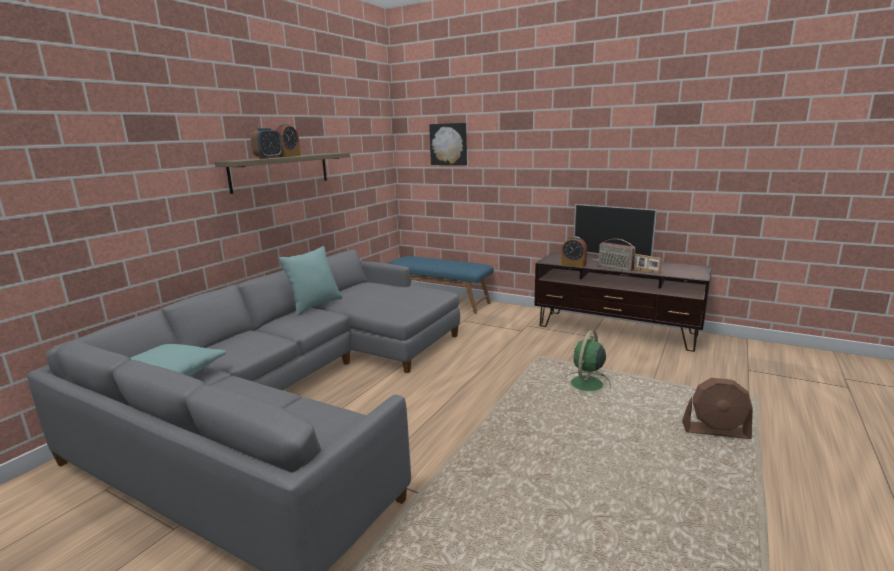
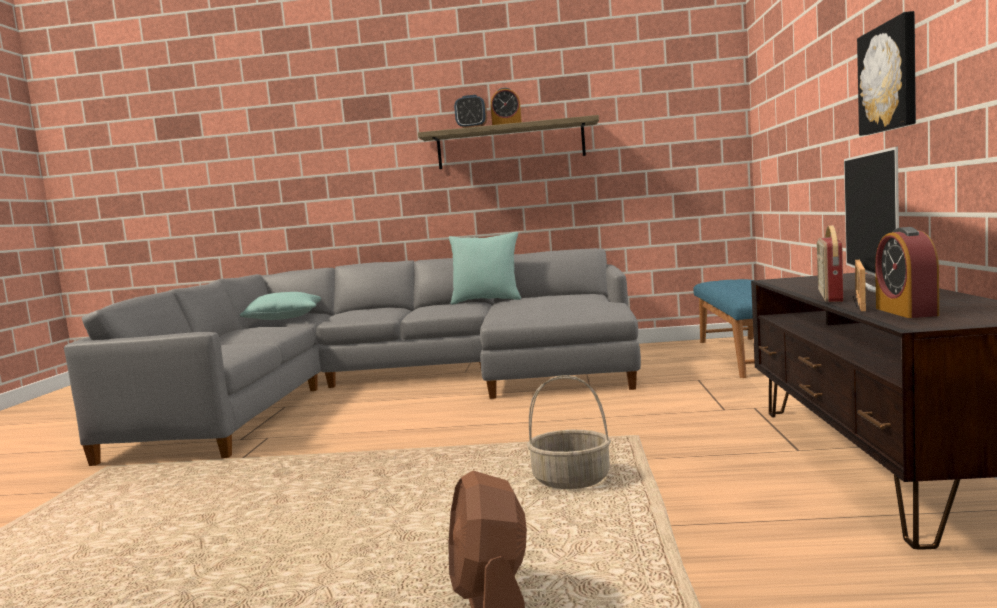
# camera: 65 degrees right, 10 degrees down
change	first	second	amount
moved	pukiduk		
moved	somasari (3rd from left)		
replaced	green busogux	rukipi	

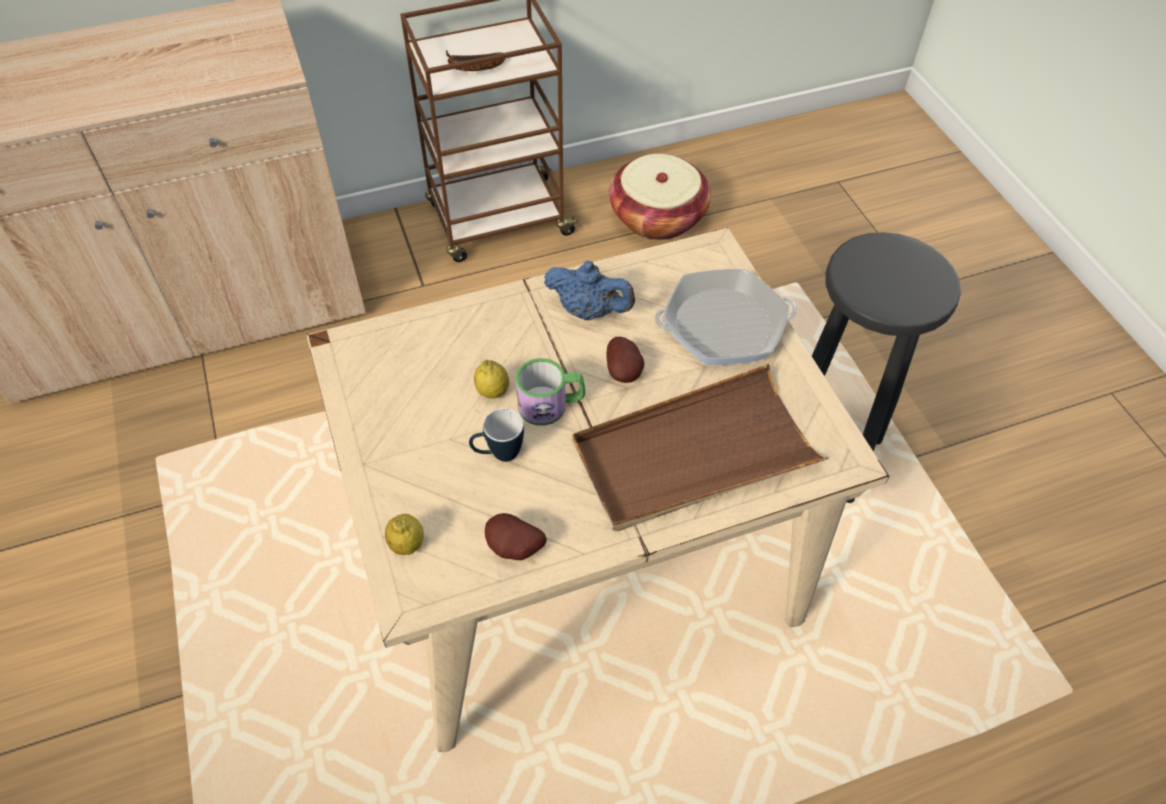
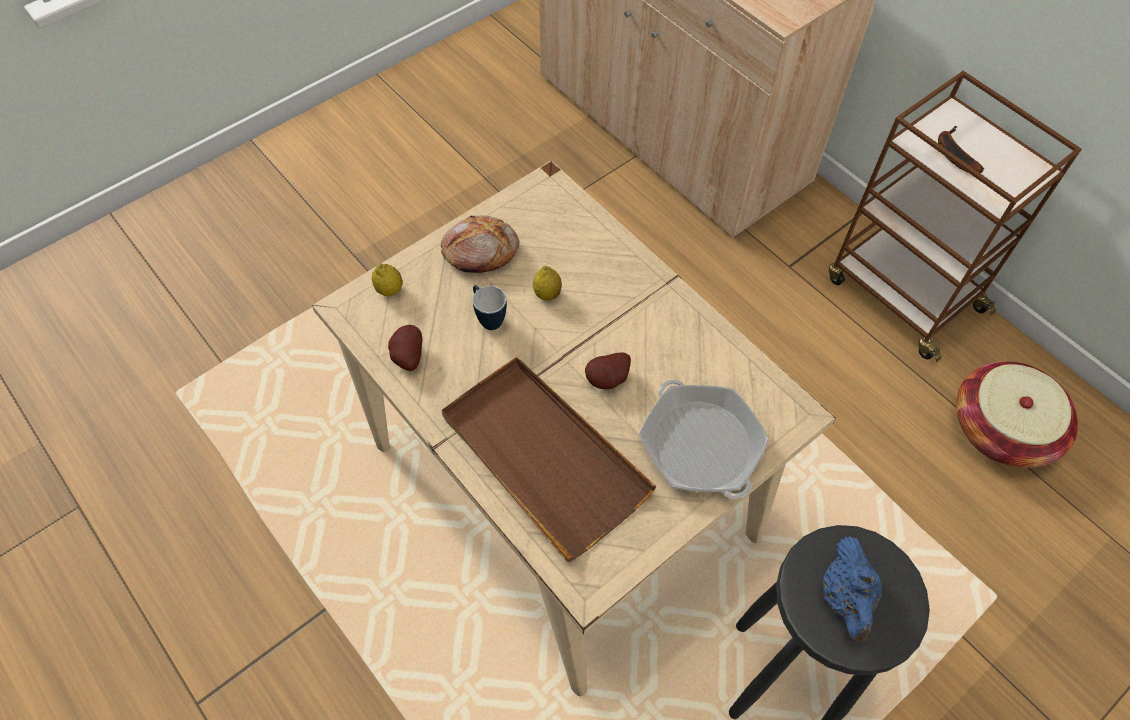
# camera: 70 degrees right, 5 degrees up
change	first	second	amount
removed	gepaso (2nd from left)		
moved	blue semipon		
added		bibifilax	

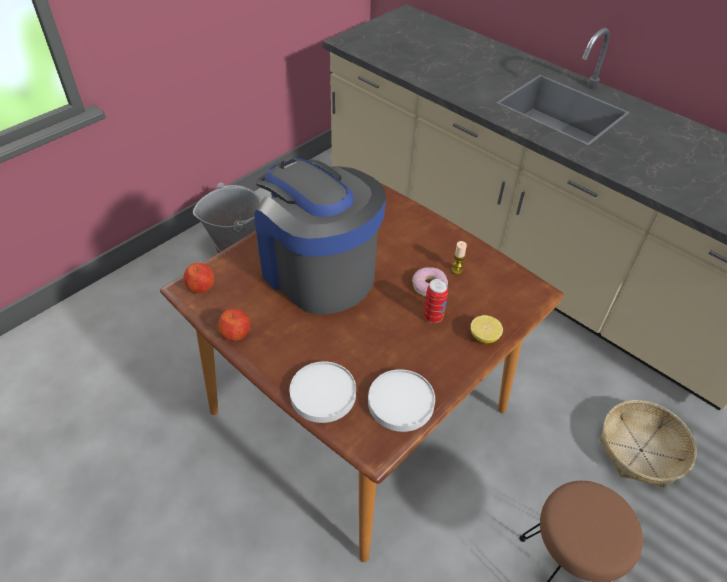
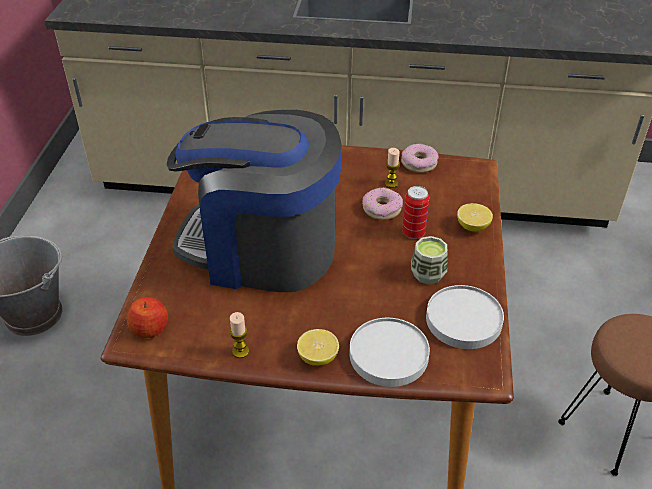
# camera: 35 degrees left, 5 degrees down
change	first	second	amount
replaced	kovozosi (2nd from left)	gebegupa (1st from left)	
removed	rukipi		
added		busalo (1st from left)	
added		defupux (2nd from left)	
added		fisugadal	

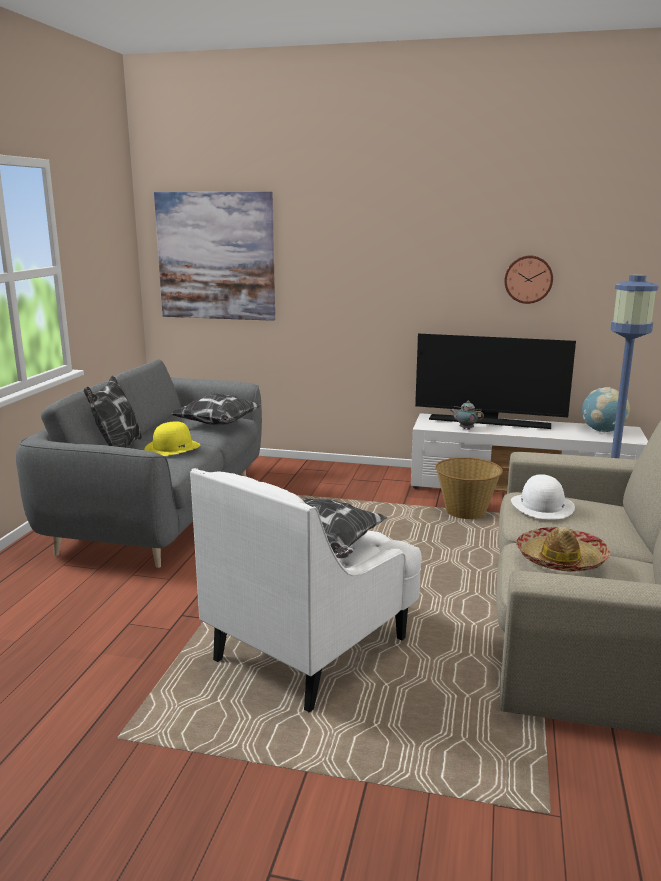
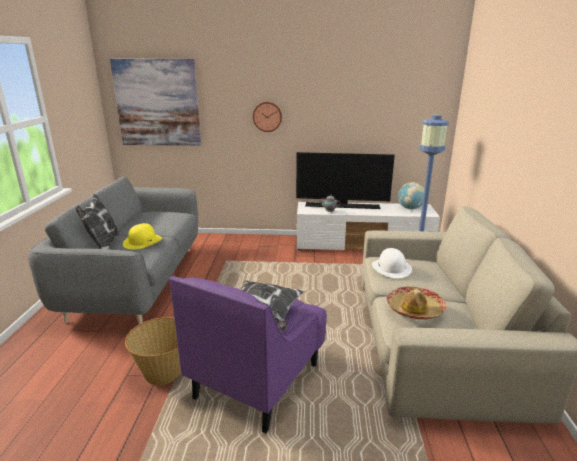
# camera: 10 degrees left, 5 degrees up
change	first	second	amount
removed	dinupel (2nd from left)		
recoloured	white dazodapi	purple dazodapi	
moved	rukipi		
moved	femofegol		

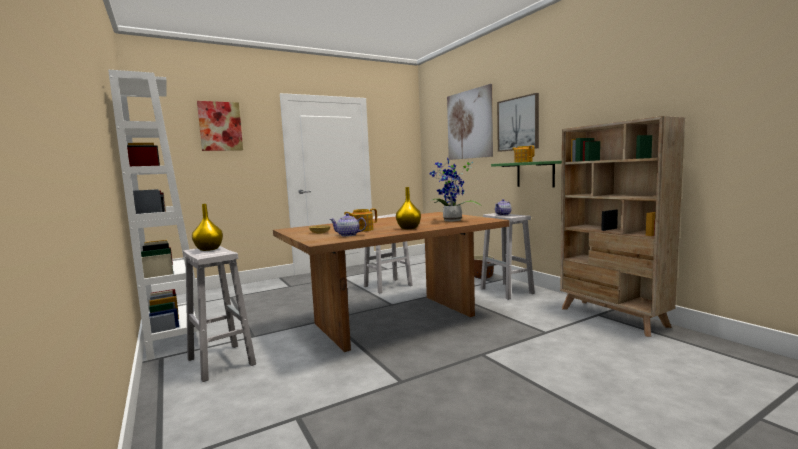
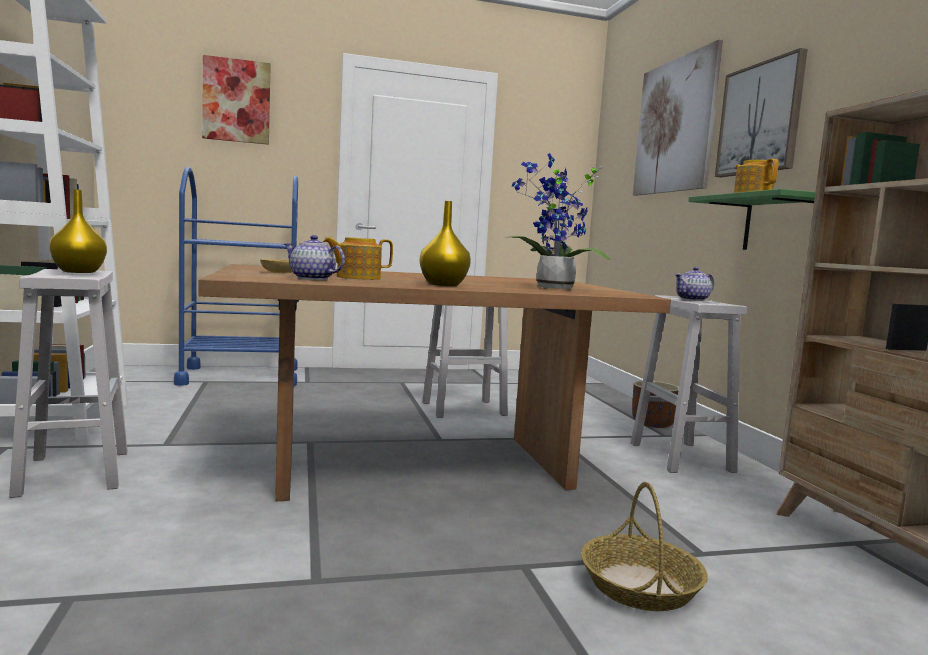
# camera: 15 degrees right, 0 degrees up
change	first	second	amount
added		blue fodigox	
added		rukipi	

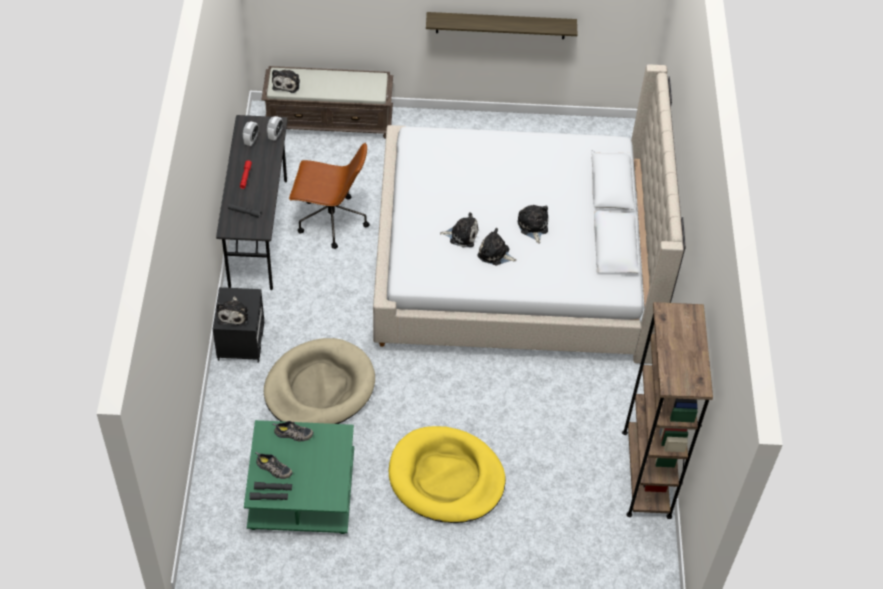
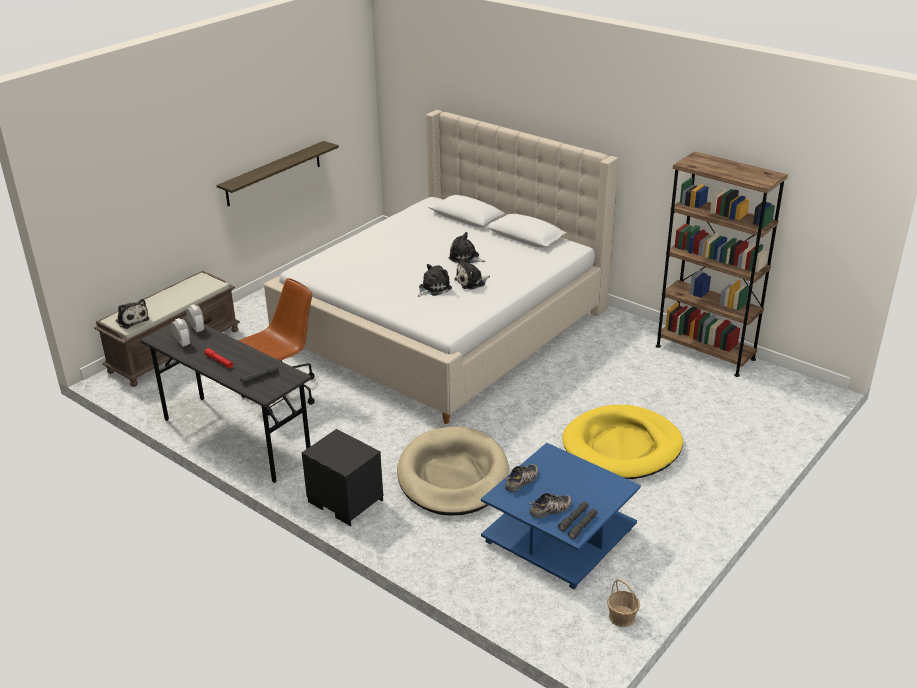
# camera: 50 degrees left, 20 degrees down
change	first	second	amount
removed	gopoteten (1st from left)		
recoloured	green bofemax	blue bofemax	
added		rukipi	

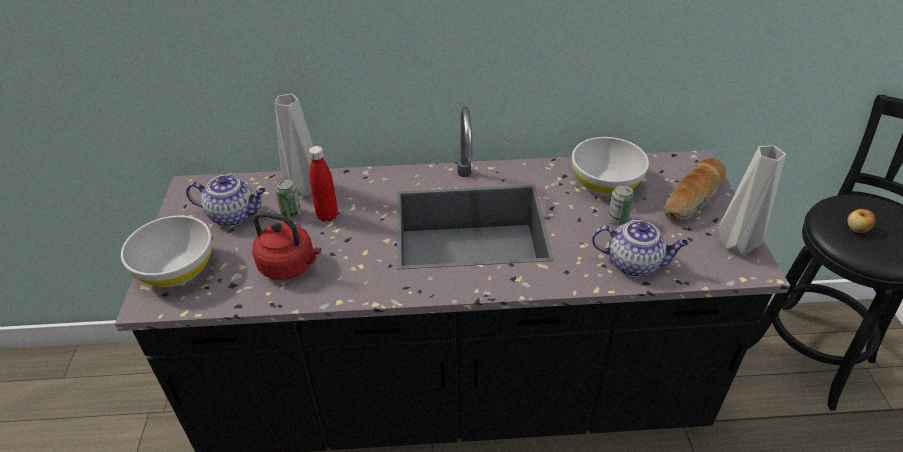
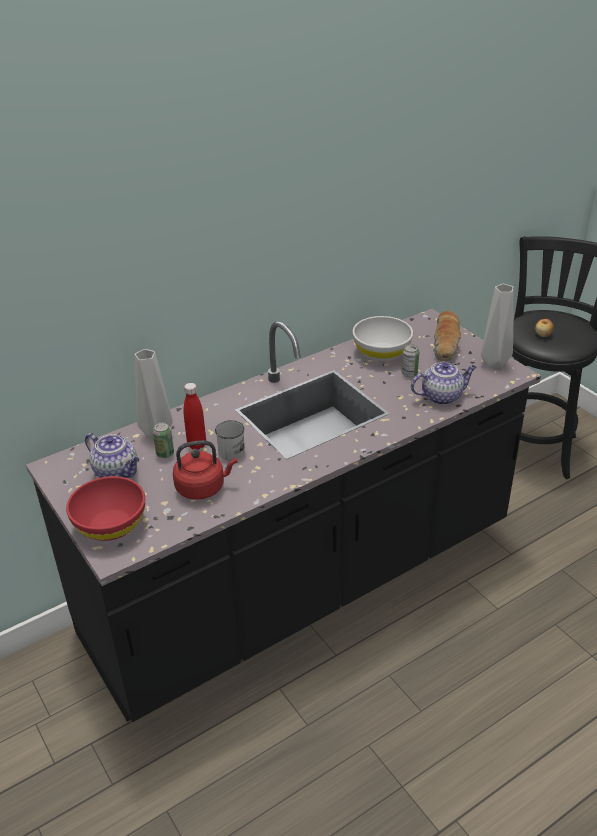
# camera: 30 degrees left, 5 degrees down
change	first	second	amount
recoloured	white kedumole (1st from left)	red kedumole	
turned	semipon (1st from left)		60 degrees clockwise
added		white gepaso	

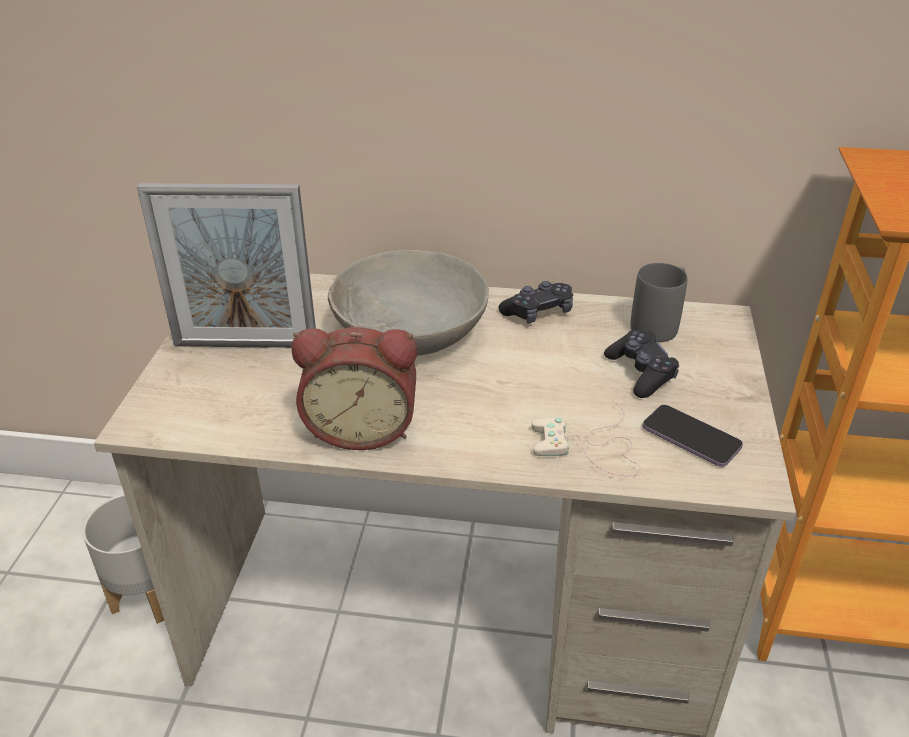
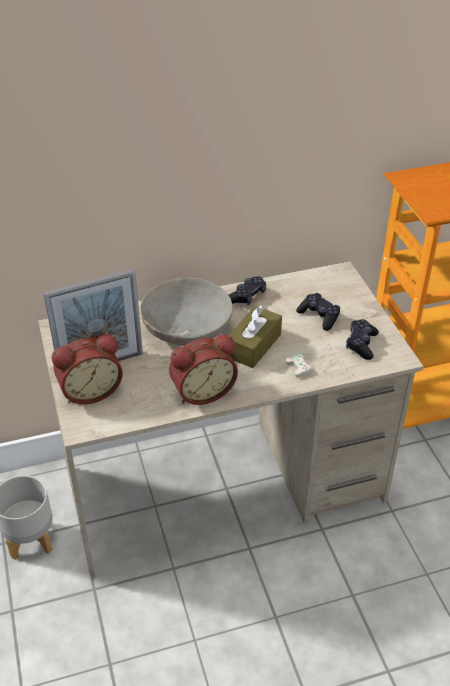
# camera: 25 degrees left, 5 degrees up
change	first	second	amount
removed	grey gepaso		
replaced	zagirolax	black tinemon (3rd from left)	
added		somasari (1st from left)	
added		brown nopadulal	

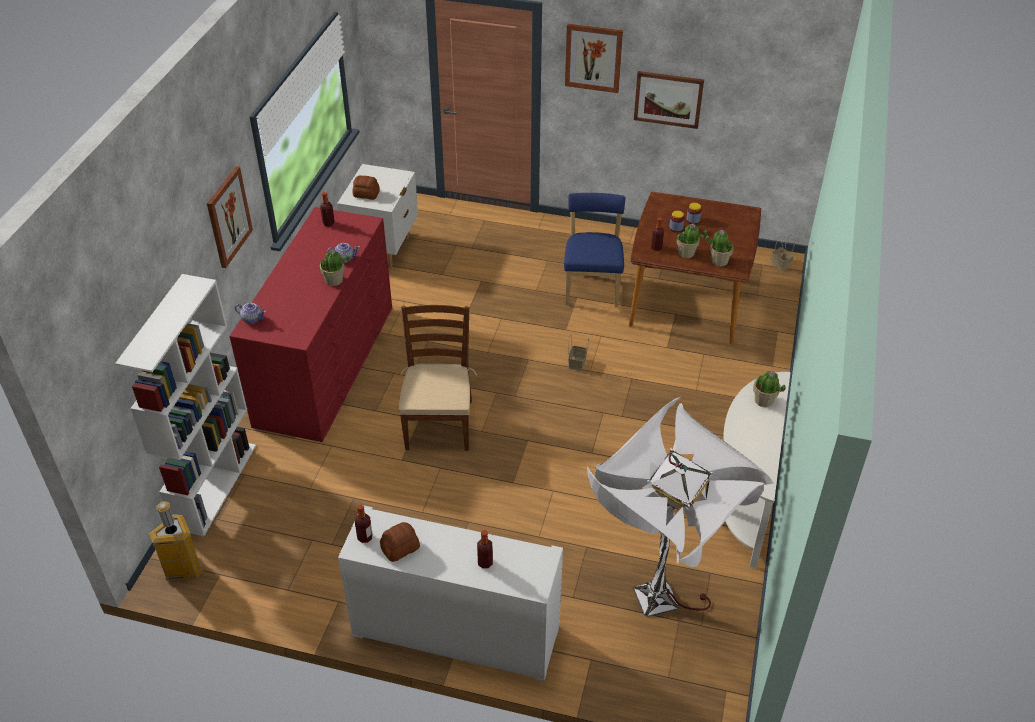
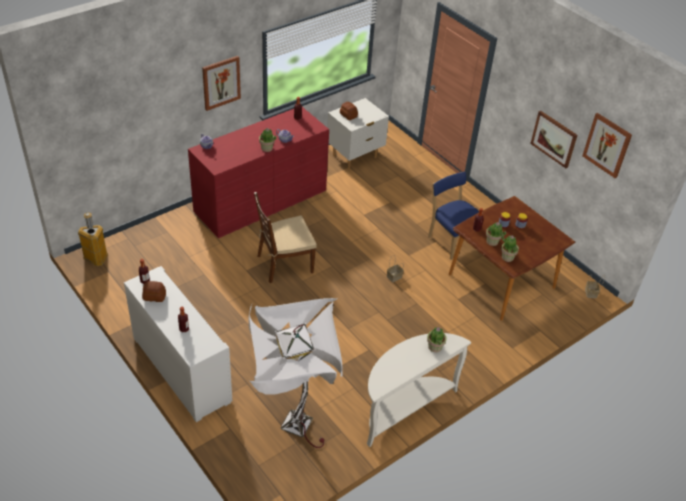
# camera: 35 degrees right, 0 degrees up
change	first	second	amount
removed	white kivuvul		
turned	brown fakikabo		150 degrees counterclockwise
turned	blue fakikabo		75 degrees counterclockwise
moved	pukiduk (2nd from left in the first image)	pukiduk (3rd from left)	

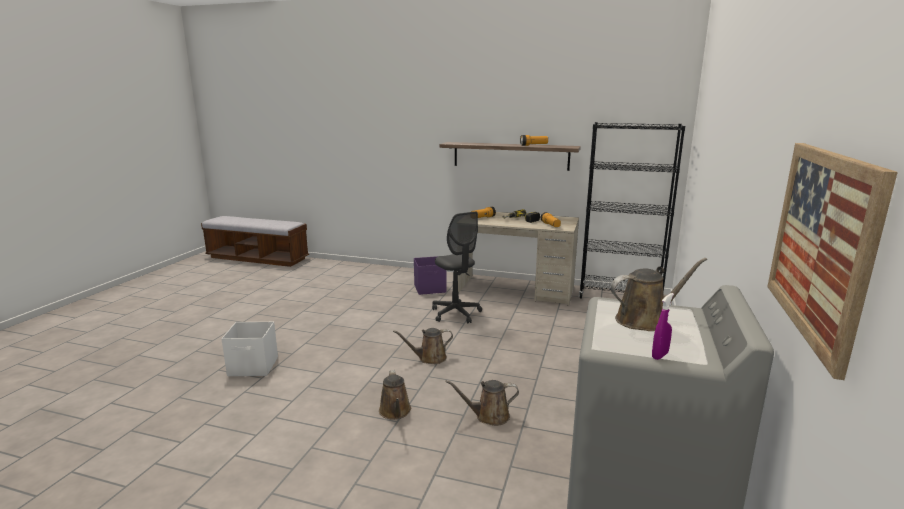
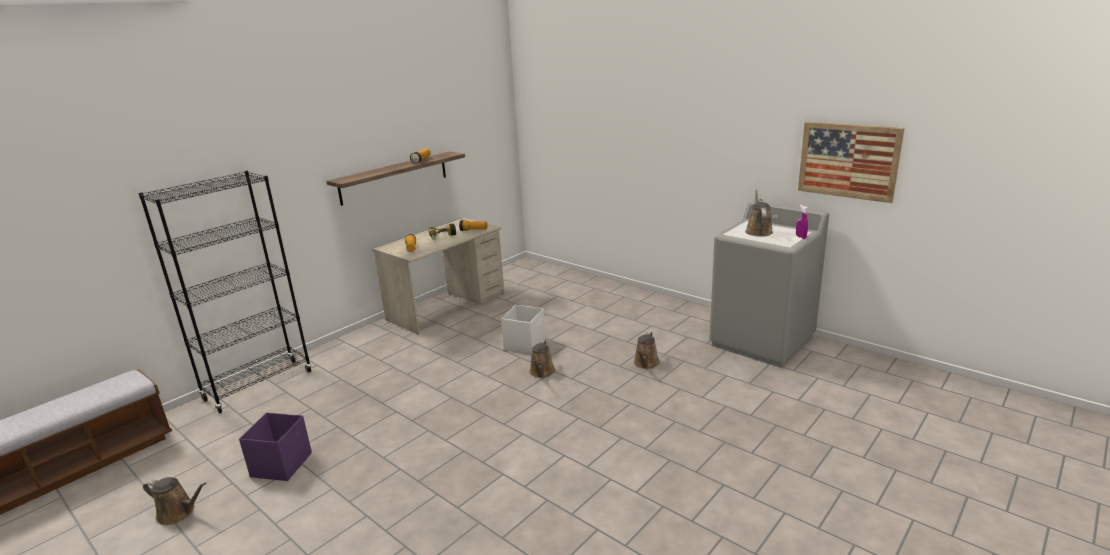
# camera: 65 degrees left, 5 degrees up
change	first	second	amount
moved	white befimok		
moved	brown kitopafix (1st from left)		
moved	purple befimok		
removed	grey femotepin		
moved	black kivuvul		

